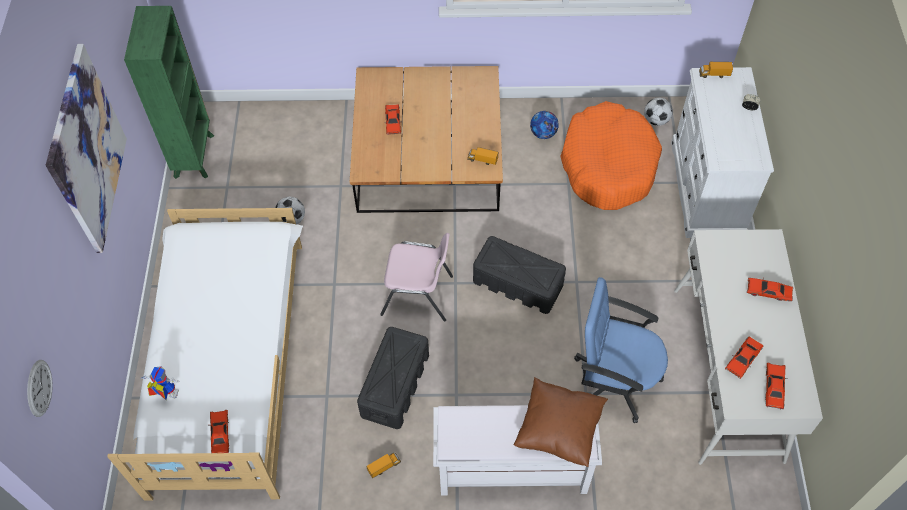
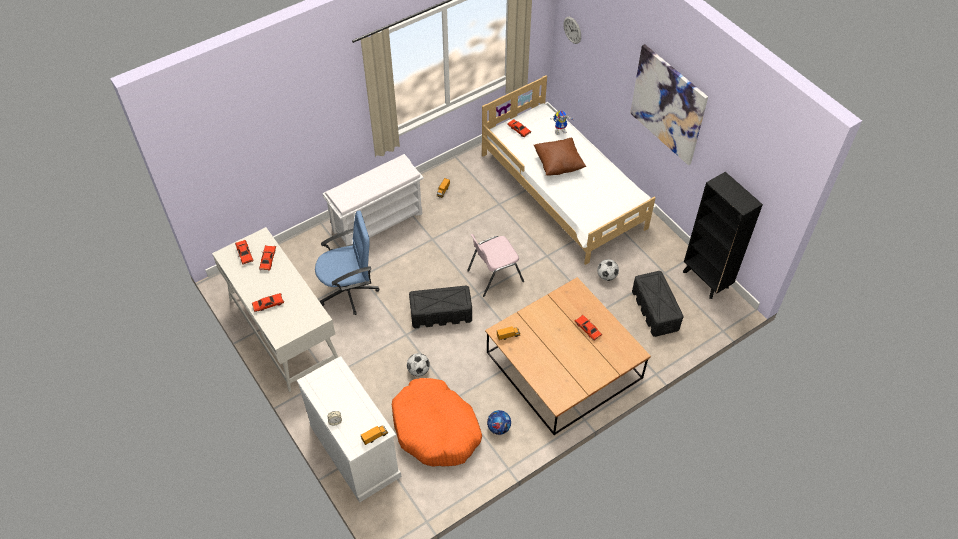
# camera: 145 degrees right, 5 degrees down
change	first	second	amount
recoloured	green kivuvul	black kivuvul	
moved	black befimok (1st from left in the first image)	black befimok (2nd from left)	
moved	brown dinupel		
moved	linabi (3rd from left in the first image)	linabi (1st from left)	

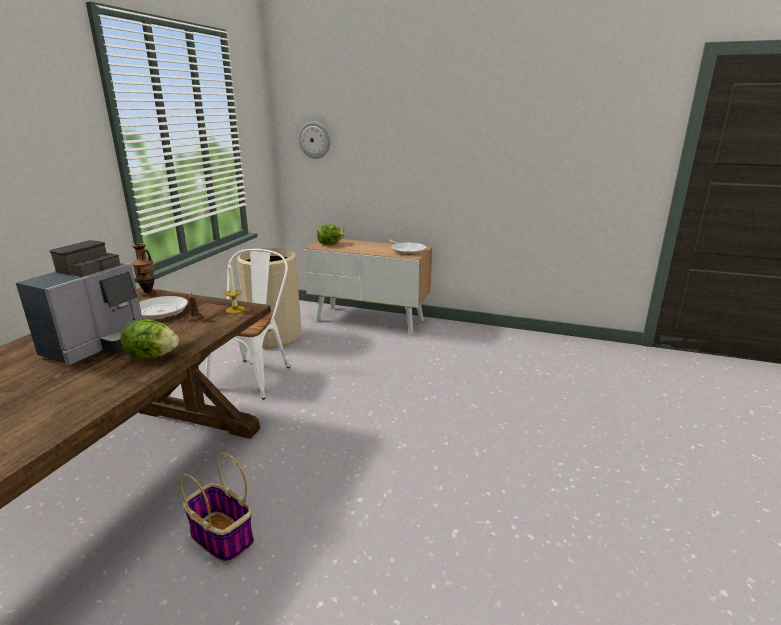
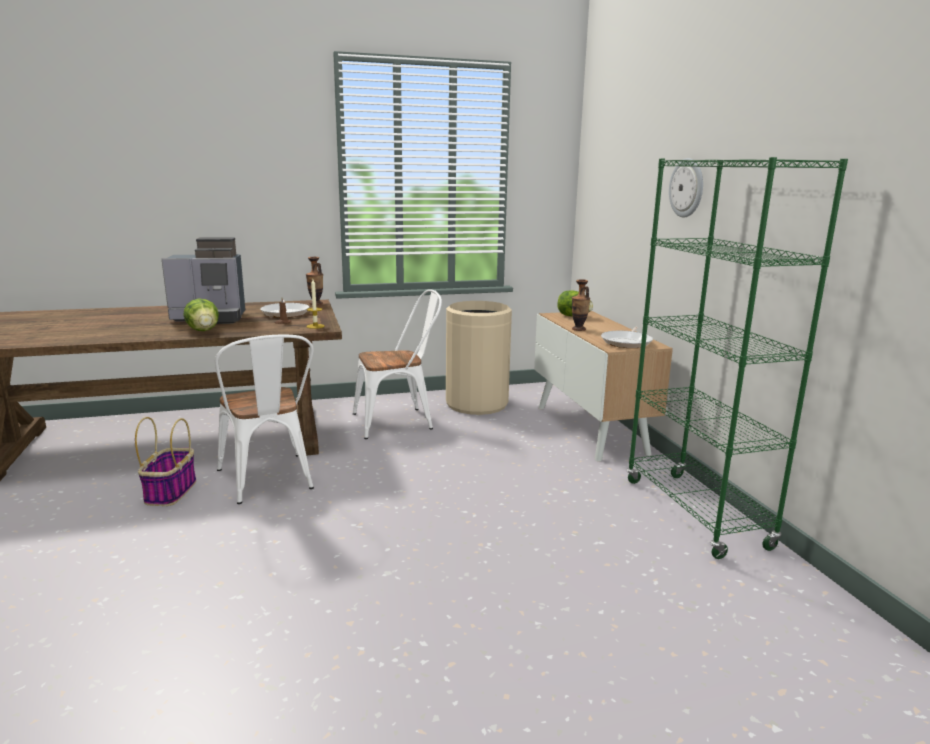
# camera: 55 degrees right, 5 degrees down
change	first	second	amount
moved	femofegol		
added		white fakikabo (1st from left)	
added		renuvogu (2nd from left)	
added		green kivuvul	

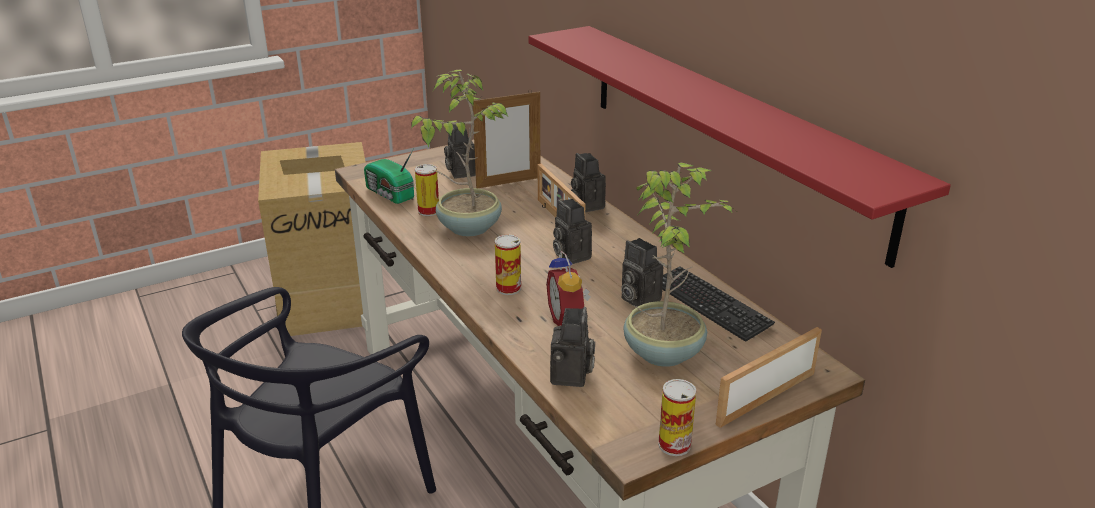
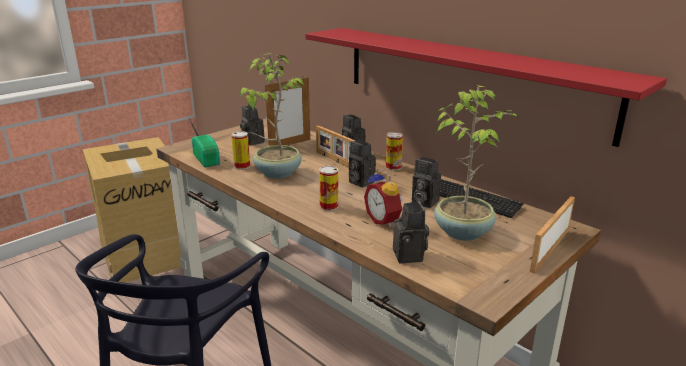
# camera: 15 degrees left, 5 degrees down
change	first	second	amount
turned	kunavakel		150 degrees counterclockwise
moved	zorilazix (3rd from left)		

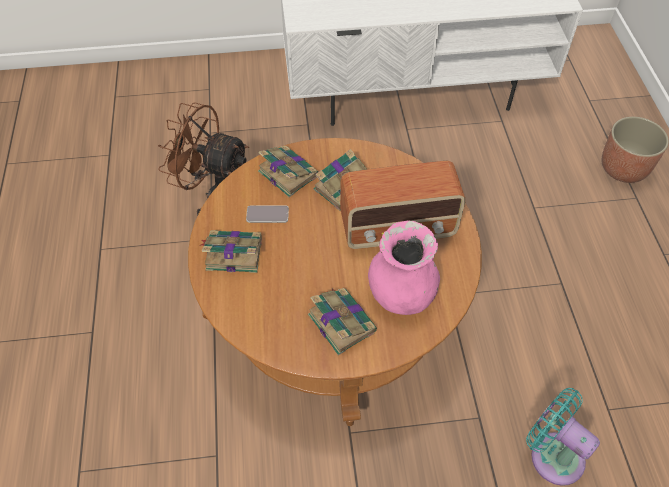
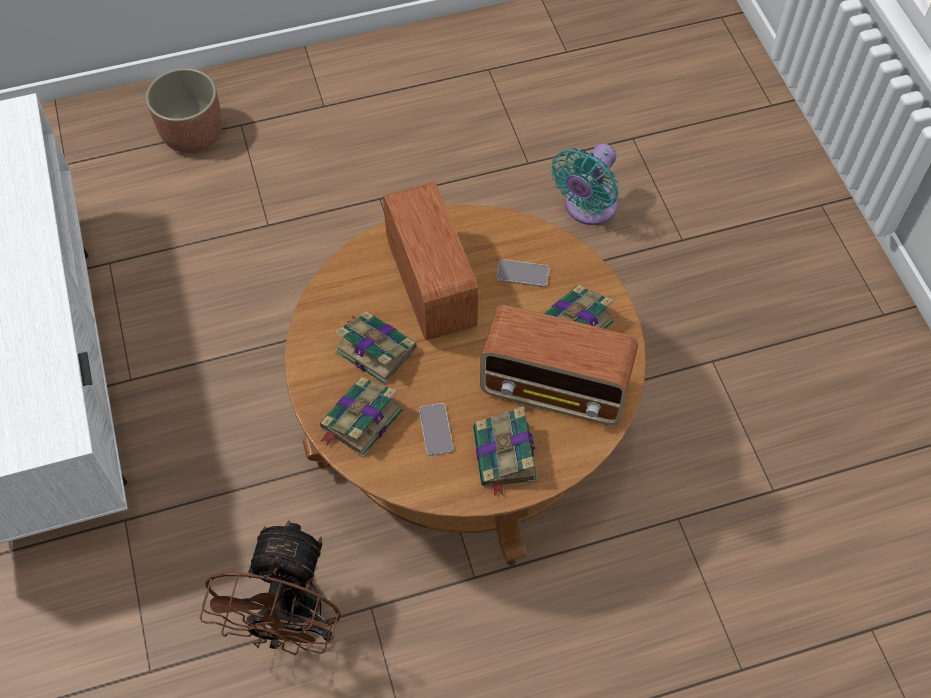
# camera: 100 degrees left, 5 degrees up
change	first	second	amount
replaced	pink renuvogu	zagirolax (2nd from left)	
added		kunavakel (2nd from left)	

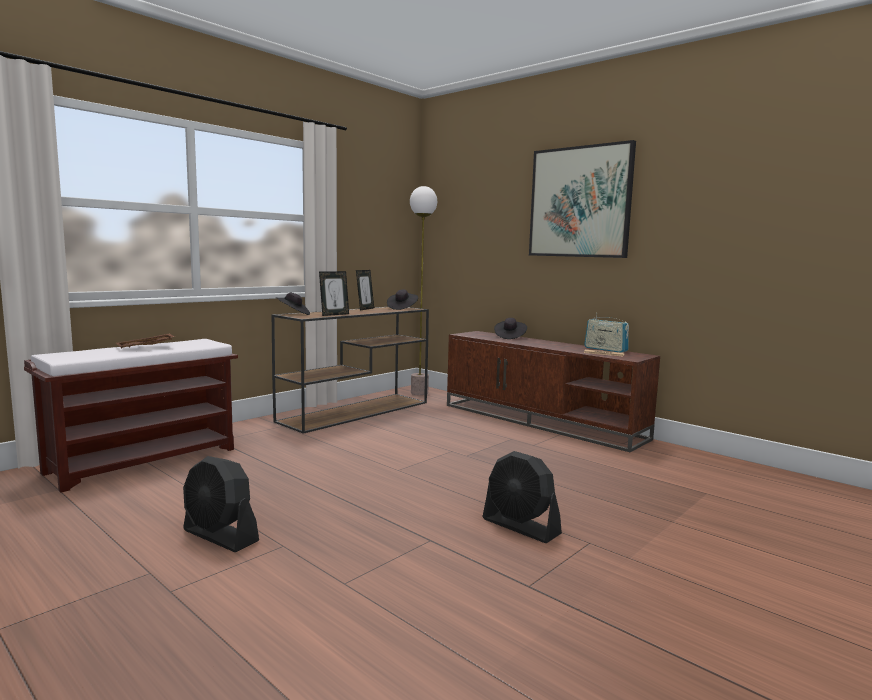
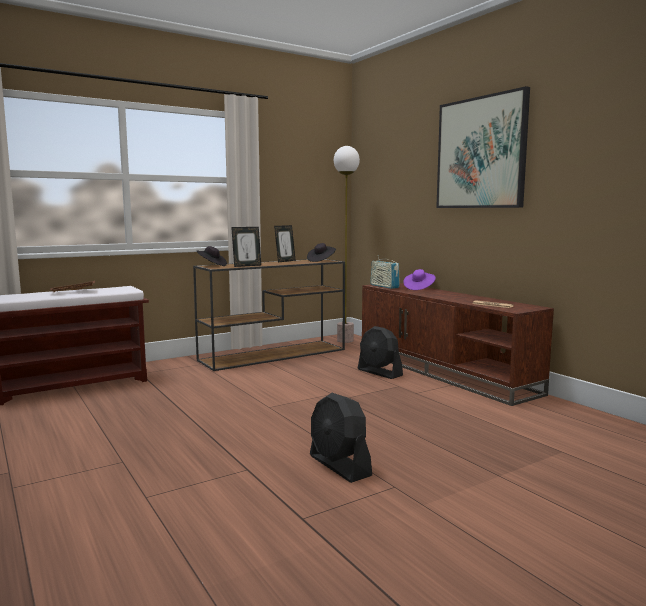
# camera: 15 degrees right, 0 degrees up
change	first	second	amount
moved	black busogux (1st from left in the first image)	black busogux (2nd from left)	
recoloured	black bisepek (3rd from left)	purple bisepek	
moved	kunavakel		

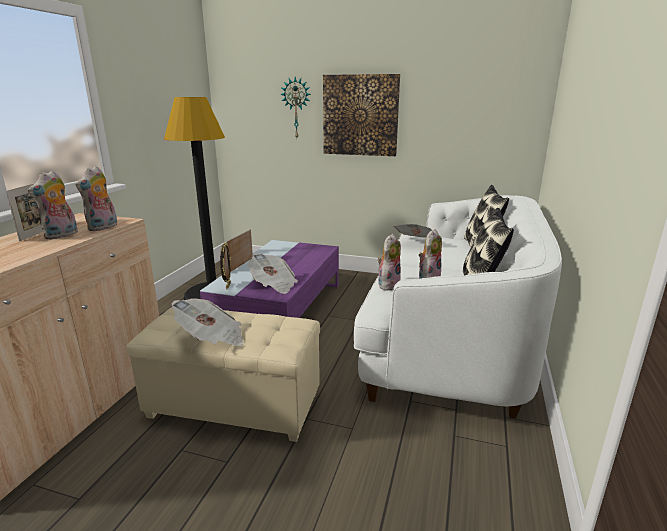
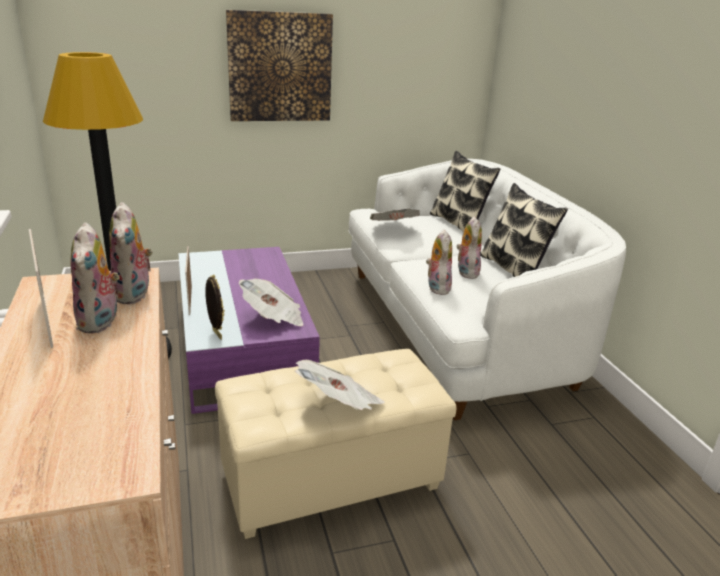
# camera: 35 degrees left, 5 degrees up
change	first	second	amount
removed	femofegol		

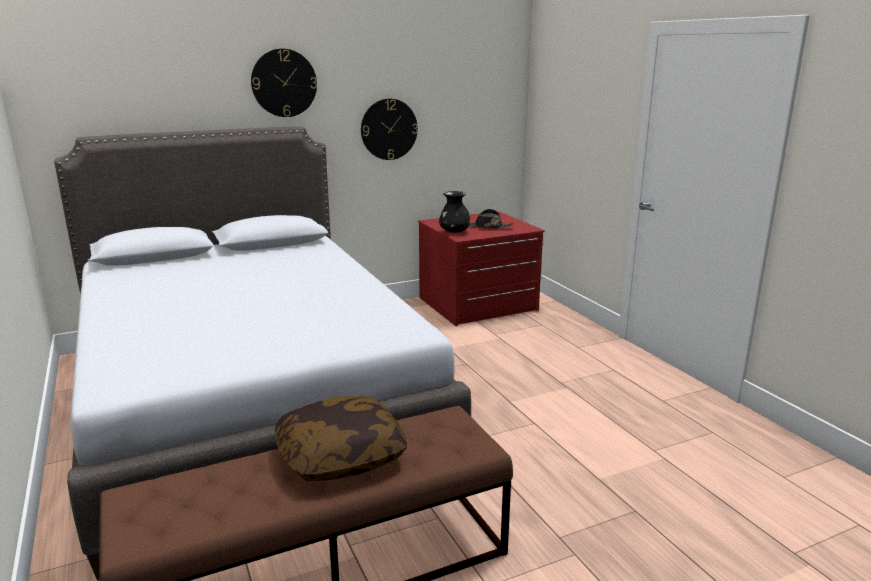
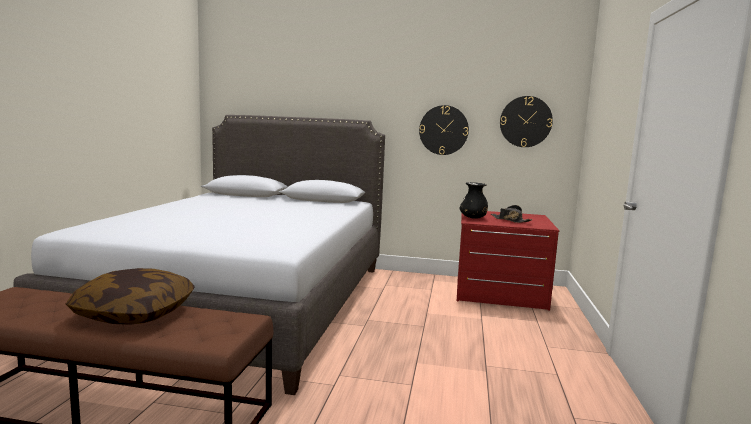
# camera: 35 degrees right, 10 degrees down
change	first	second	amount
moved	femofegol (1st from left in the first image)	femofegol (2nd from left)	

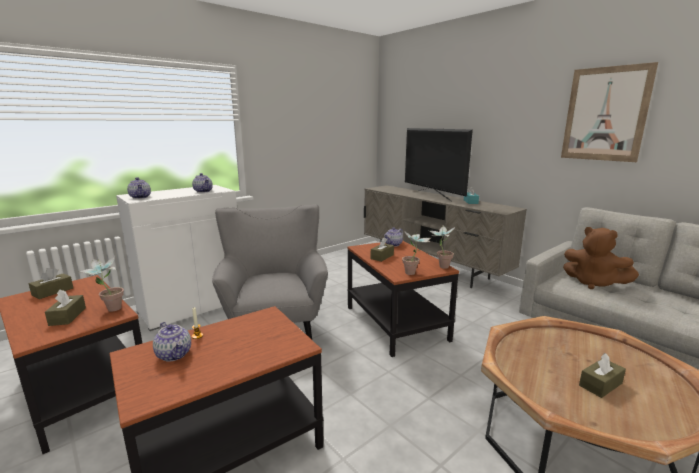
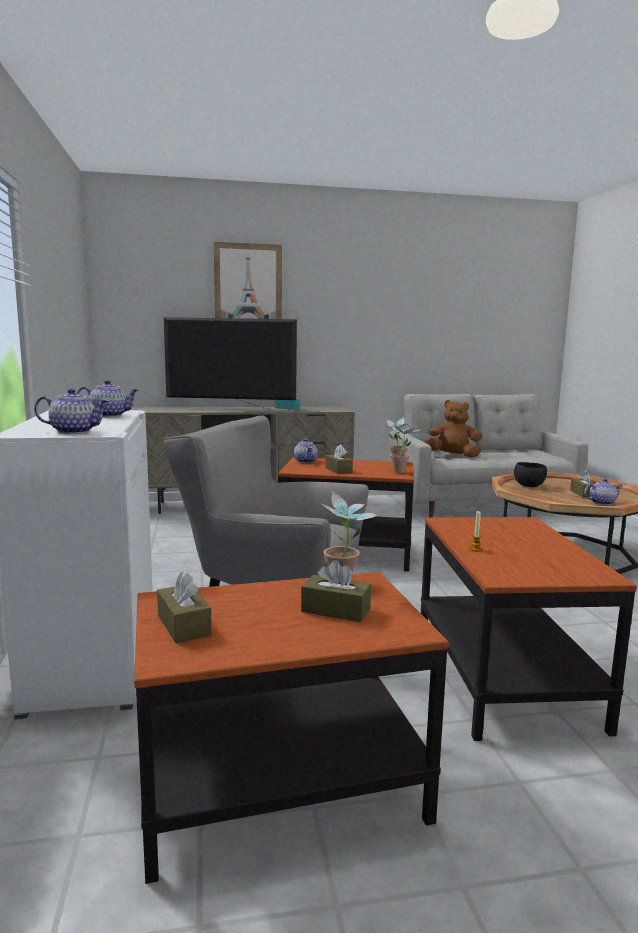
# camera: 60 degrees left, 5 degrees down
change	first	second	amount
moved	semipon (2nd from left in the first image)	semipon (4th from left)	
moved	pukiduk		
turned	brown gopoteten		150 degrees counterclockwise
added		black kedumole	

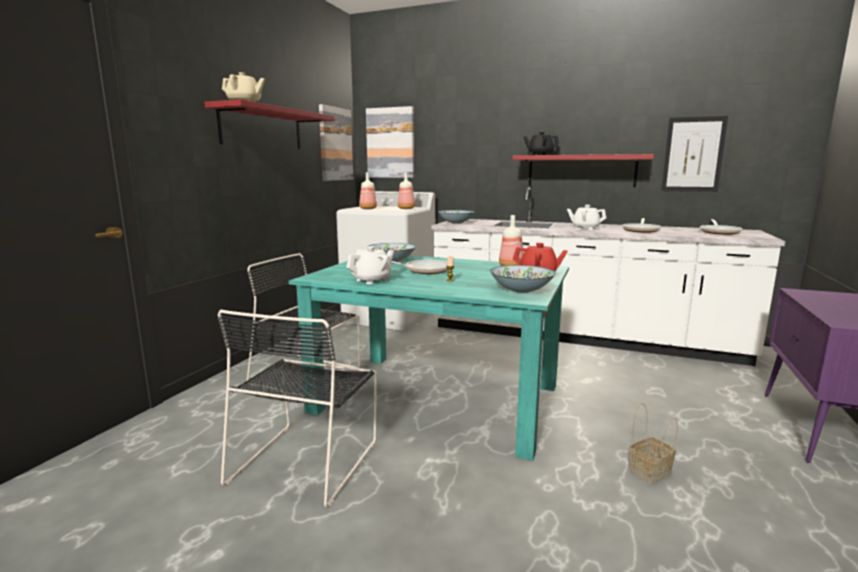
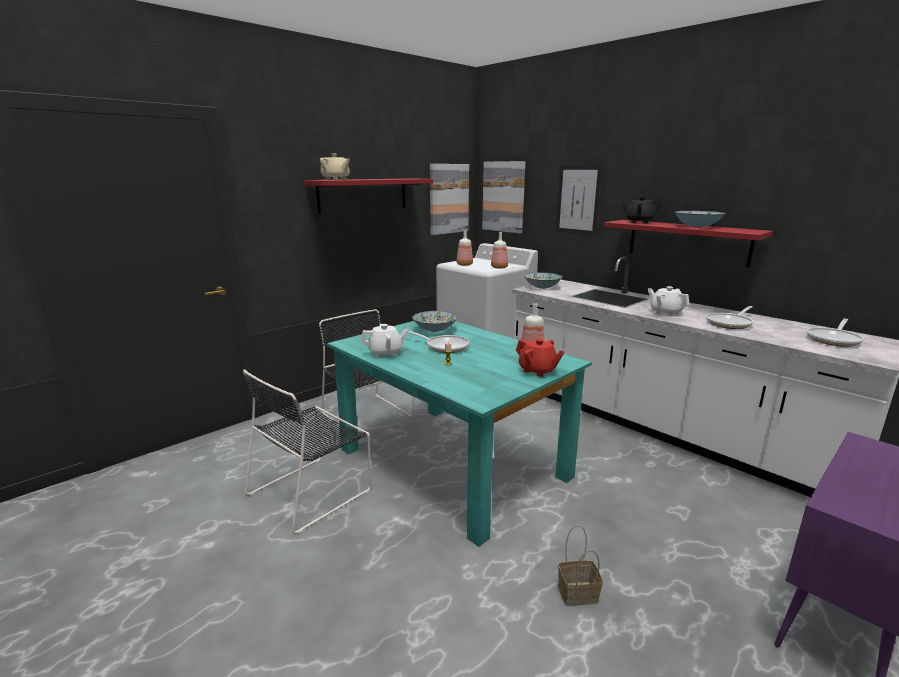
# camera: 25 degrees right, 5 degrees up
change	first	second	amount
moved	kedumole (3rd from left)		
moved	pukiduk (3rd from left)		

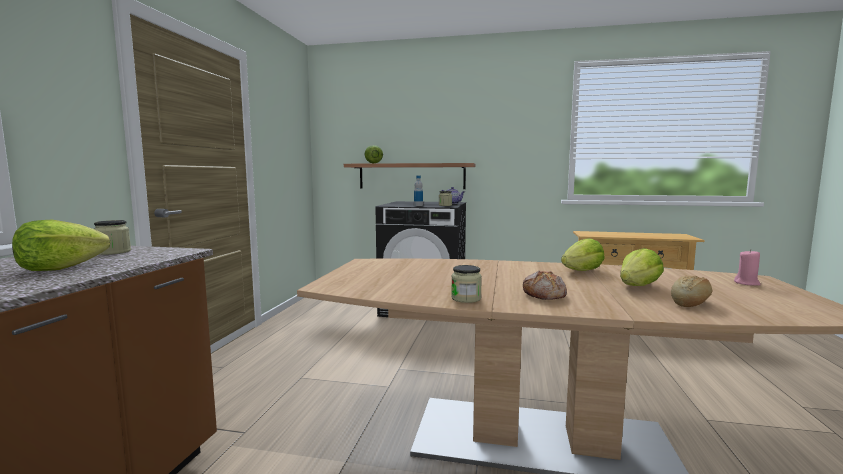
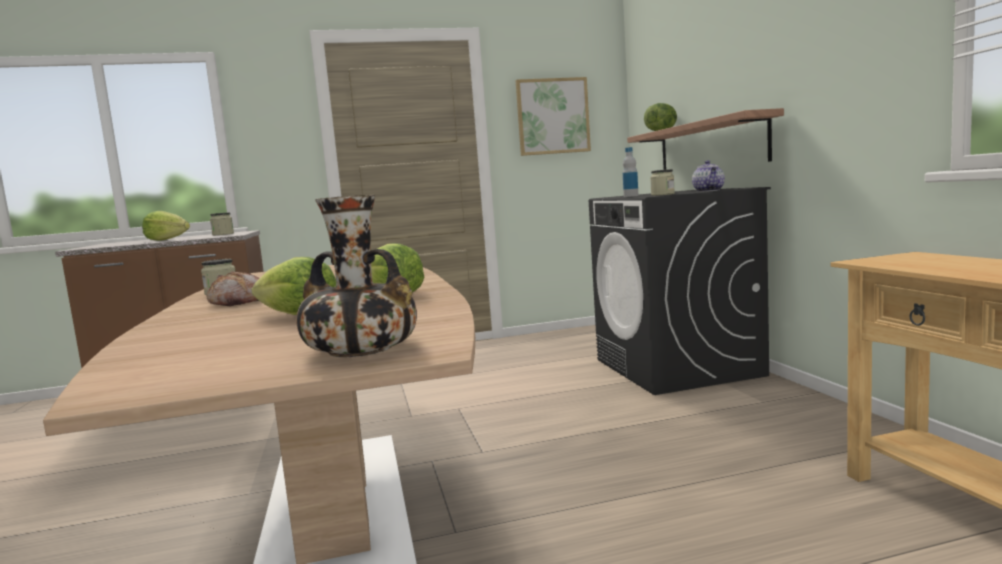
# camera: 65 degrees right, 0 degrees up
change	first	second	amount
removed	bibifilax (2nd from left)		
replaced	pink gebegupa	renuvogu	
added		pukiduk	

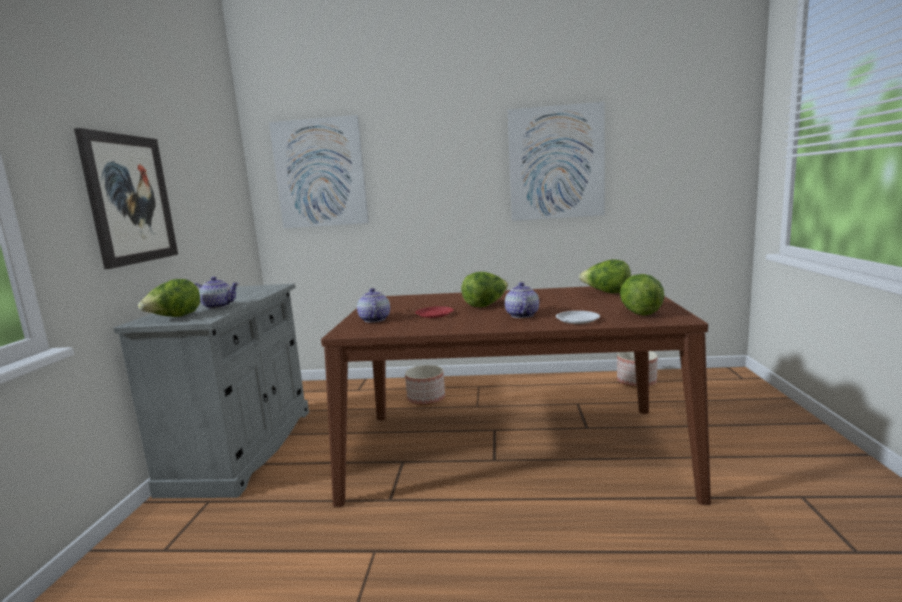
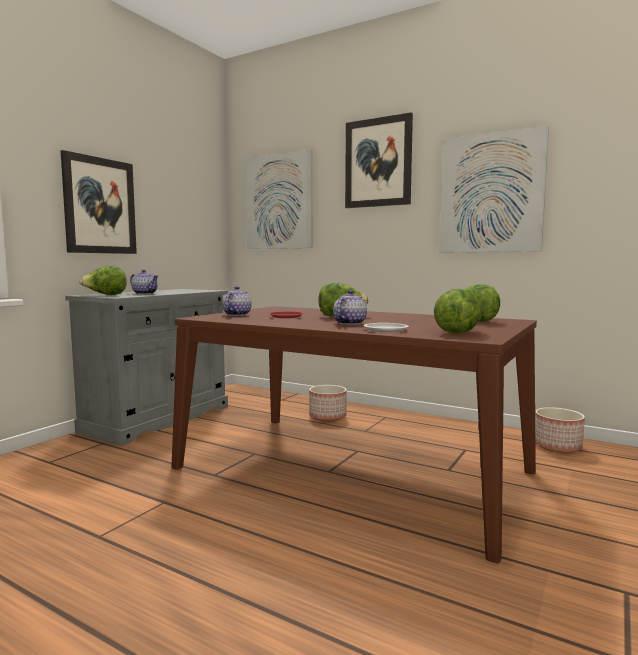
# camera: 25 degrees right, 5 degrees down
change	first	second	amount
added		pukiduk (3rd from left)	

